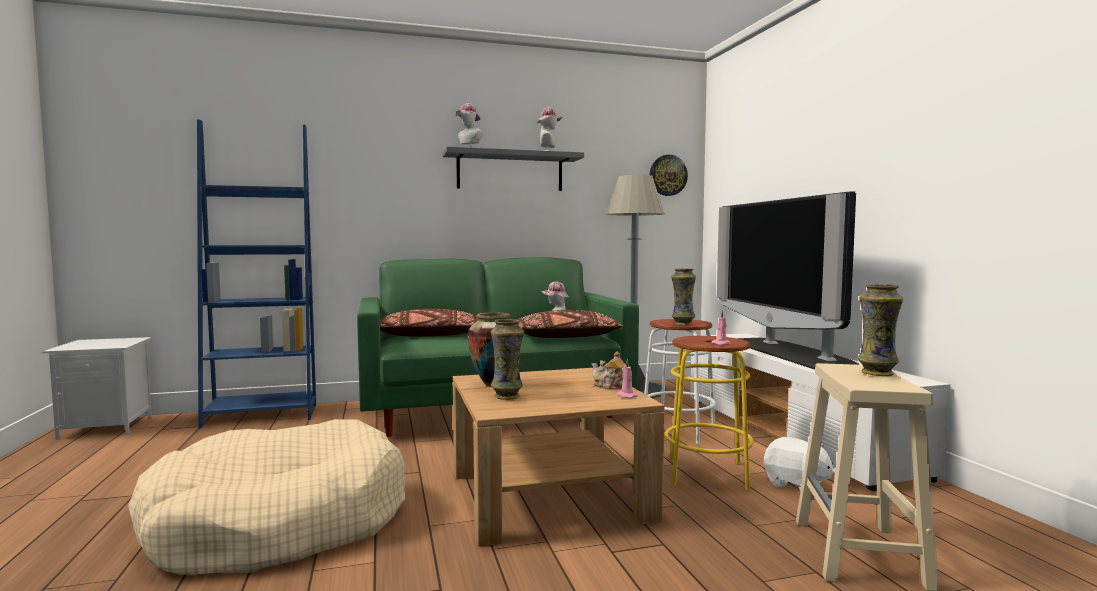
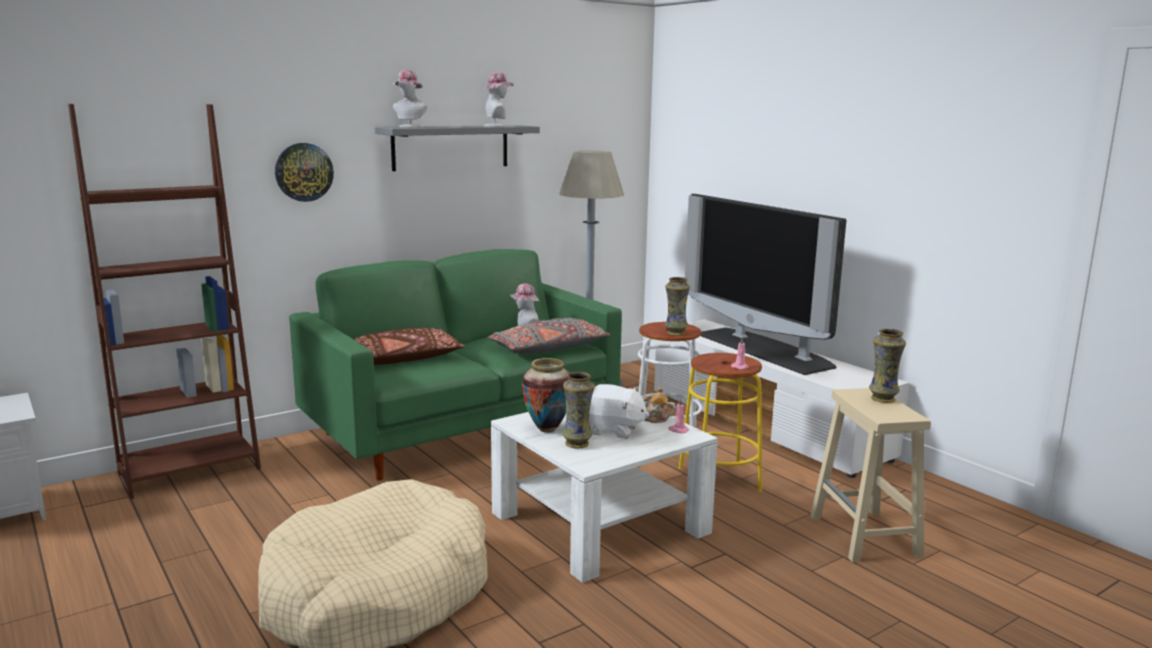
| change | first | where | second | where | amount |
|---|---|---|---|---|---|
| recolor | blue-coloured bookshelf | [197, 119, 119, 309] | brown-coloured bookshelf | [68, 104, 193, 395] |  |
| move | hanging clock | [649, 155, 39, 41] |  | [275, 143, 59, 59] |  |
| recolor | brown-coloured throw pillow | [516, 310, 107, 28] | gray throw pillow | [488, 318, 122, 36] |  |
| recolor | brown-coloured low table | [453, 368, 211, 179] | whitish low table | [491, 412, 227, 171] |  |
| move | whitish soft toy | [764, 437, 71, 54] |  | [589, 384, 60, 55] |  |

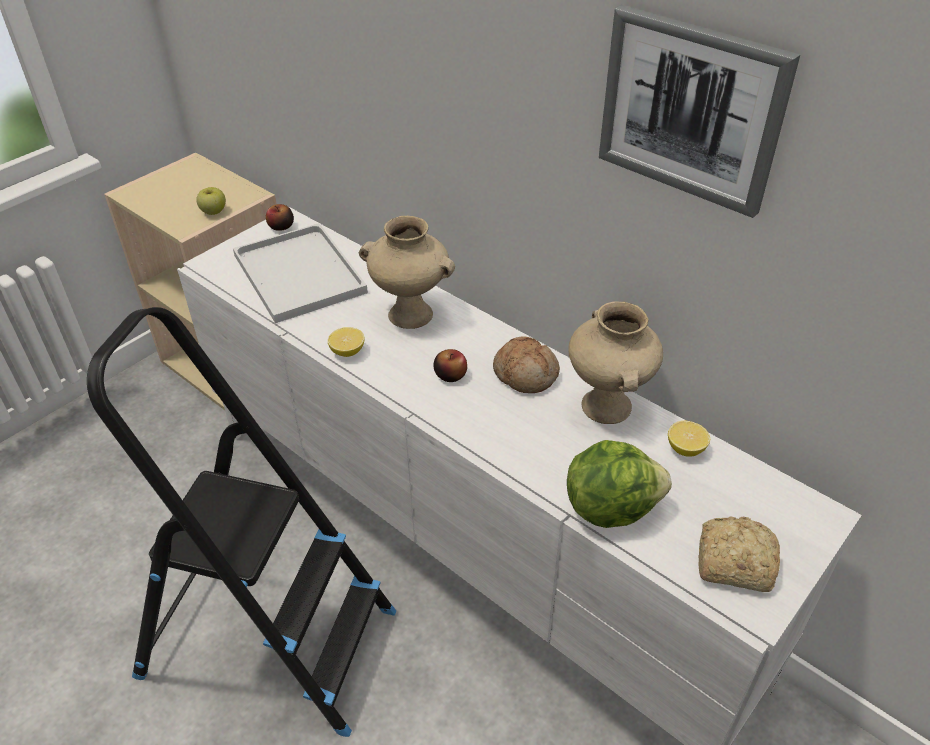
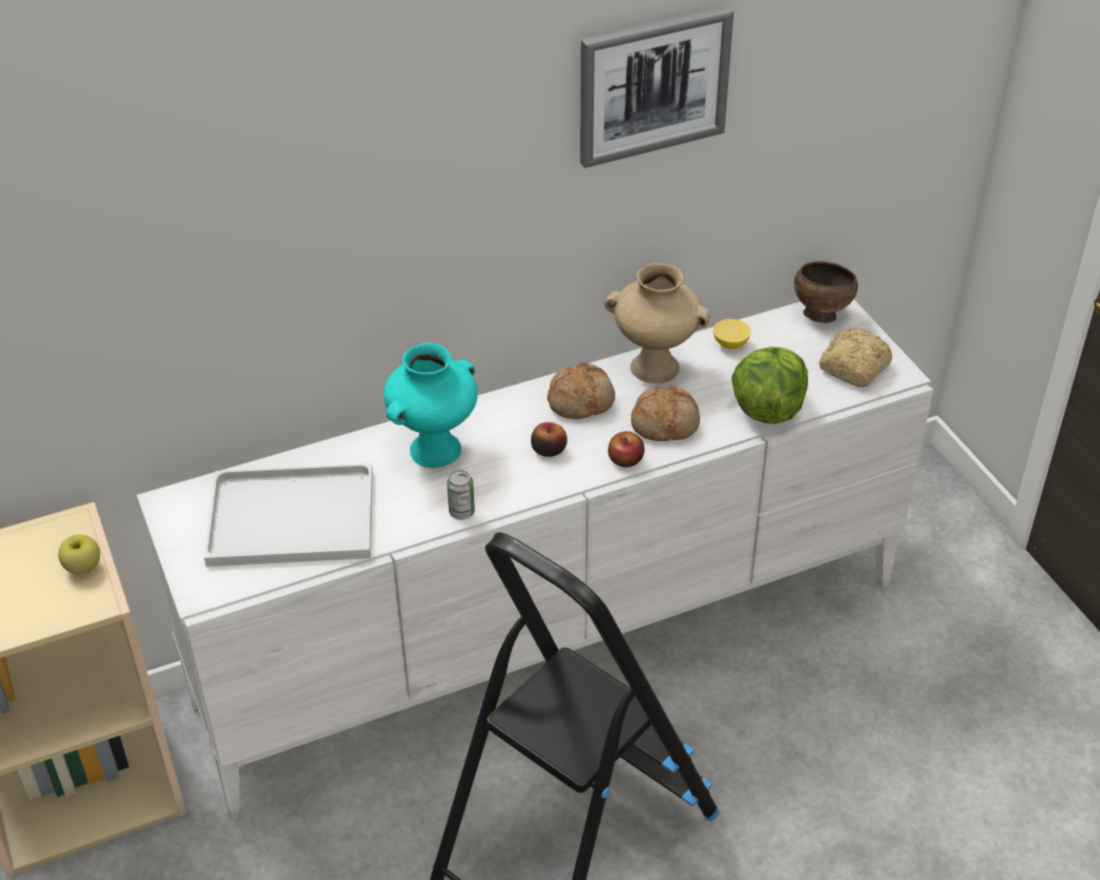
| change | first | where | second | where | amount |
|---|---|---|---|---|---|
| move | apple fruit | [266, 204, 28, 27] |  | [608, 431, 36, 36] |  |
| recolor | sand-coloured decorative vase | [359, 216, 96, 113] | turquoise decorative vase | [383, 343, 95, 125] |  |
| replace | citrus fruit | [328, 327, 37, 30] | can | [447, 470, 28, 50] |  |
| insert |  |  | brown-coloured serving bowl | [794, 261, 64, 62] |  |
| insert |  |  | bakery bread | [631, 385, 69, 56] |  |

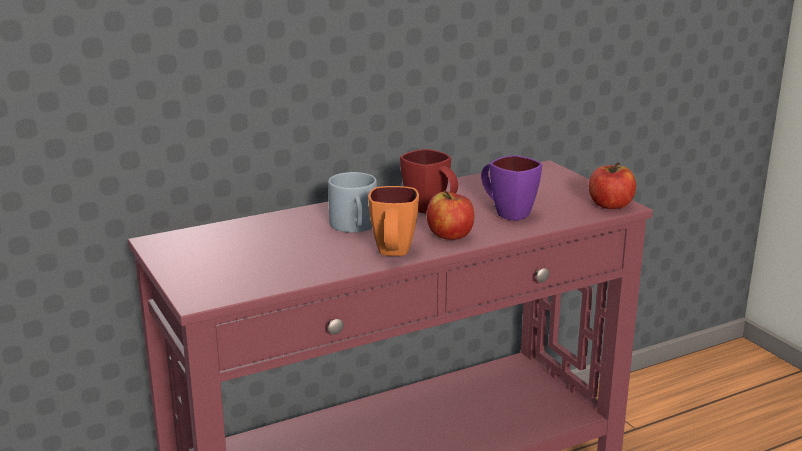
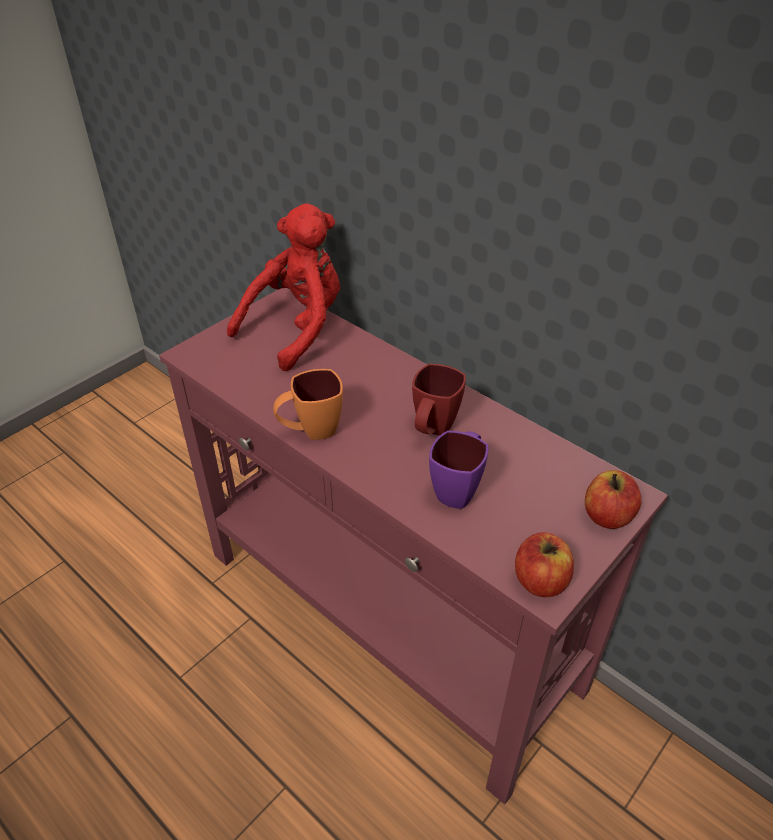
| change | first | where | second | where | amount |
|---|---|---|---|---|---|
| delete | gray coffee mug | [328, 172, 49, 61] |  |  |  |
| move | apple fruit | [427, 190, 47, 50] |  | [585, 470, 56, 59] |  |
| insert |  |  | red-coloured soft toy | [227, 203, 113, 168] |  |

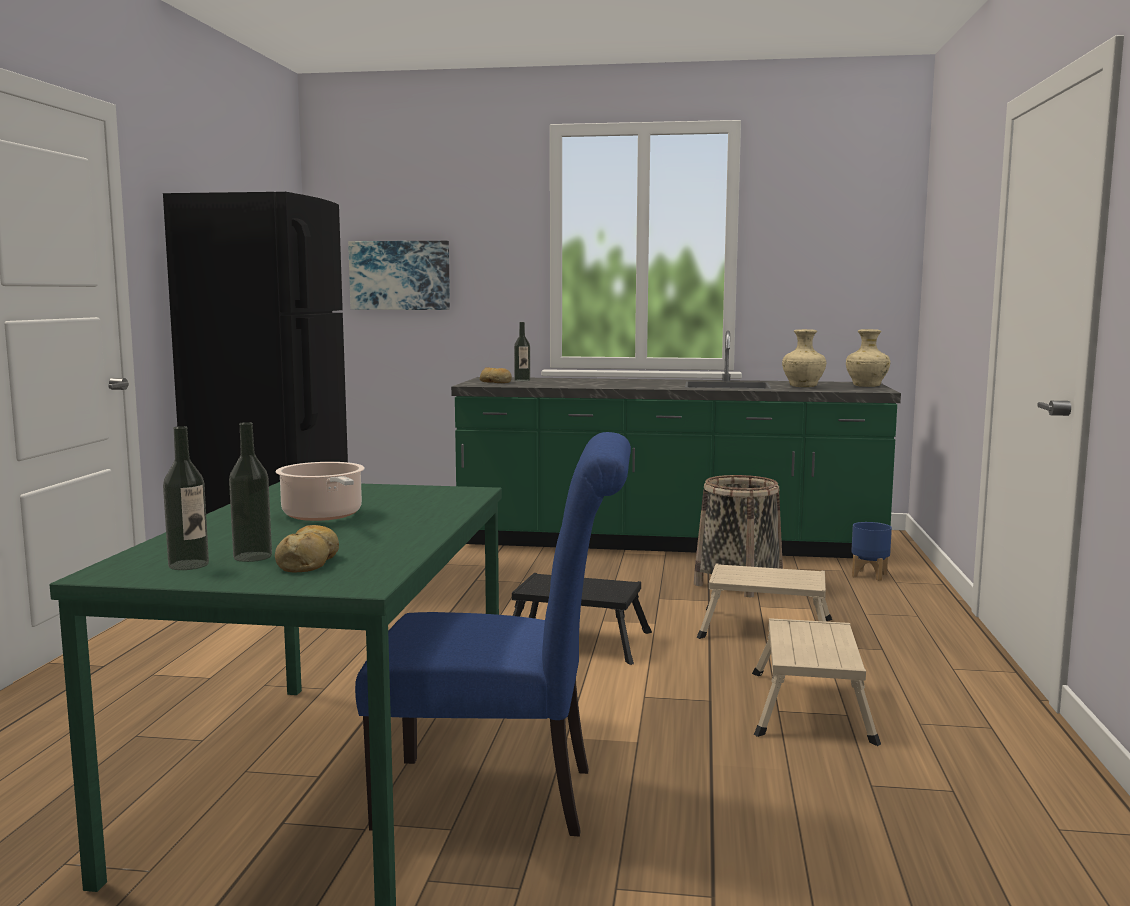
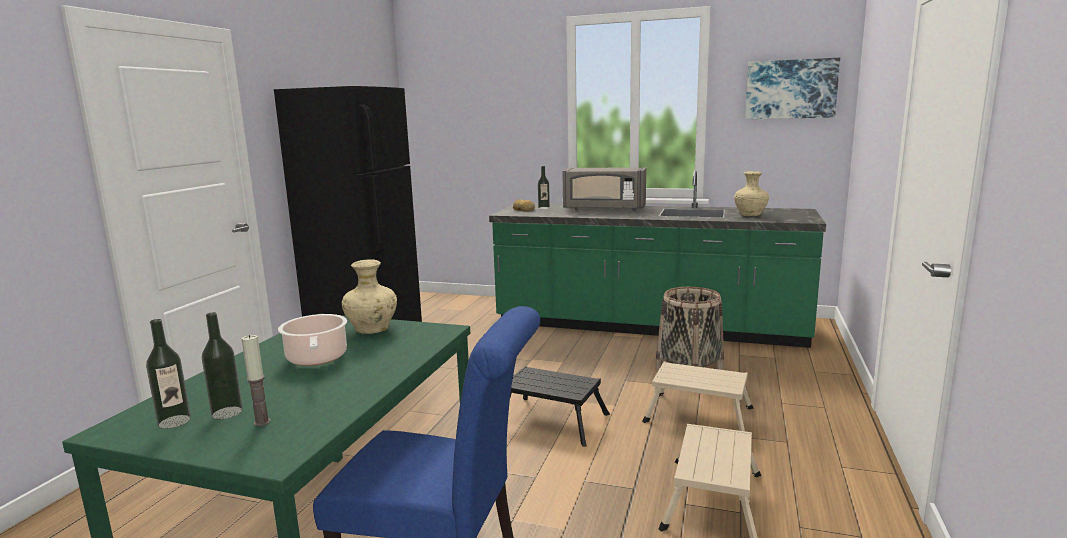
| change | first | where | second | where | amount |
|---|---|---|---|---|---|
| move | wall art | [348, 241, 102, 69] |  | [745, 58, 95, 61] |  |
| move | sand-coloured decorative vase | [846, 329, 44, 58] |  | [342, 259, 55, 75] |  |
| delete | blue-coloured plant pot | [851, 522, 41, 59] |  |  |  |
| replace | bakery bread | [275, 525, 64, 47] | wax candle | [242, 335, 29, 91] |  |
| insert |  |  | gray microwave | [562, 168, 84, 43] |  |

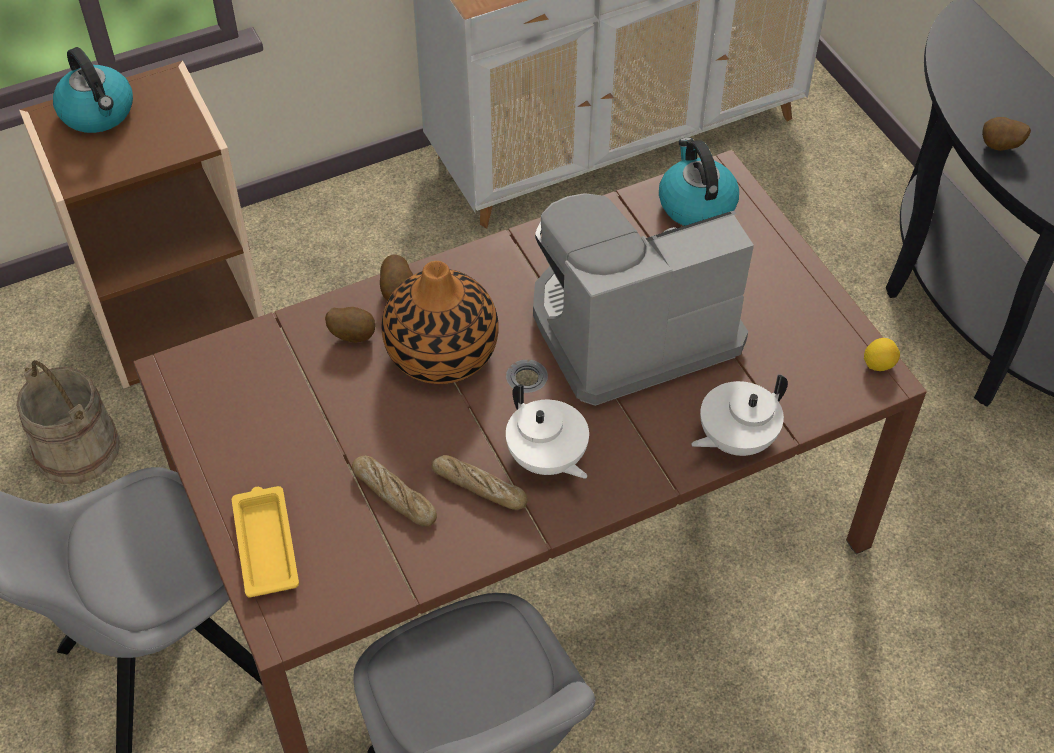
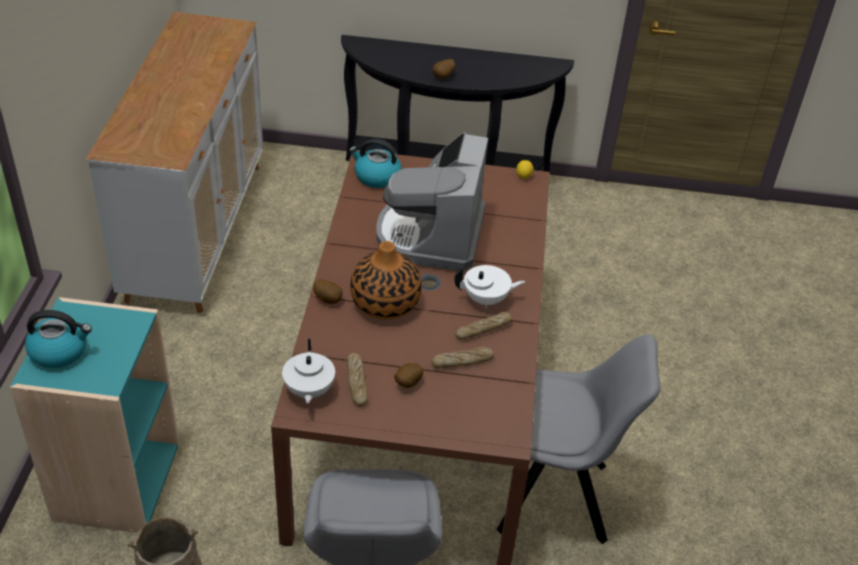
| change | first | where | second | where | amount |
|---|---|---|---|---|---|
| recolor | brown-coloured bookshelf | [19, 61, 245, 328] | turquoise bookshelf | [10, 297, 170, 236] |  |
| move | whole potato | [325, 307, 50, 36] |  | [394, 363, 29, 25] |  |
| move | whitish tea pot | [691, 374, 97, 82] |  | [282, 338, 53, 66] |  |
| delete | yellow-coloured tray | [232, 486, 67, 112] |  |  |  |
| insert |  |  | bakery bread | [347, 353, 21, 54] |  |

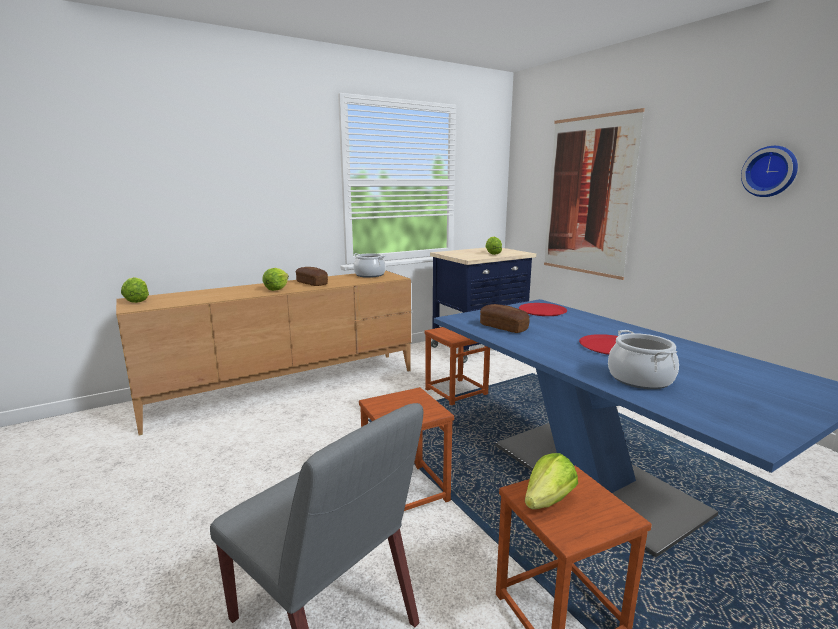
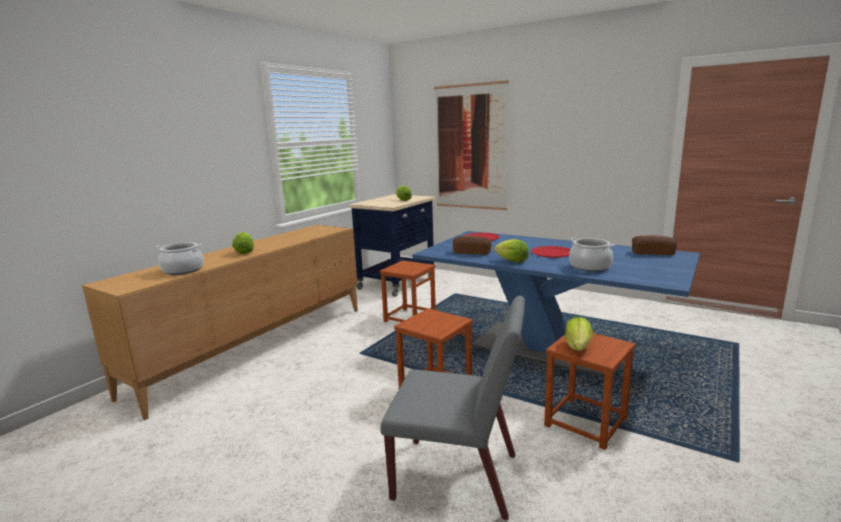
| change | first | where | second | where | amount |
|---|---|---|---|---|---|
| delete | hanging clock | [741, 146, 57, 51] |  |  |  |
| move | saucepot | [353, 253, 33, 25] |  | [155, 242, 49, 33] |  |
| move | bakery bread | [295, 267, 33, 19] |  | [632, 235, 45, 20] |  |
| move | lettuce | [121, 277, 28, 26] |  | [494, 239, 35, 23] |  |

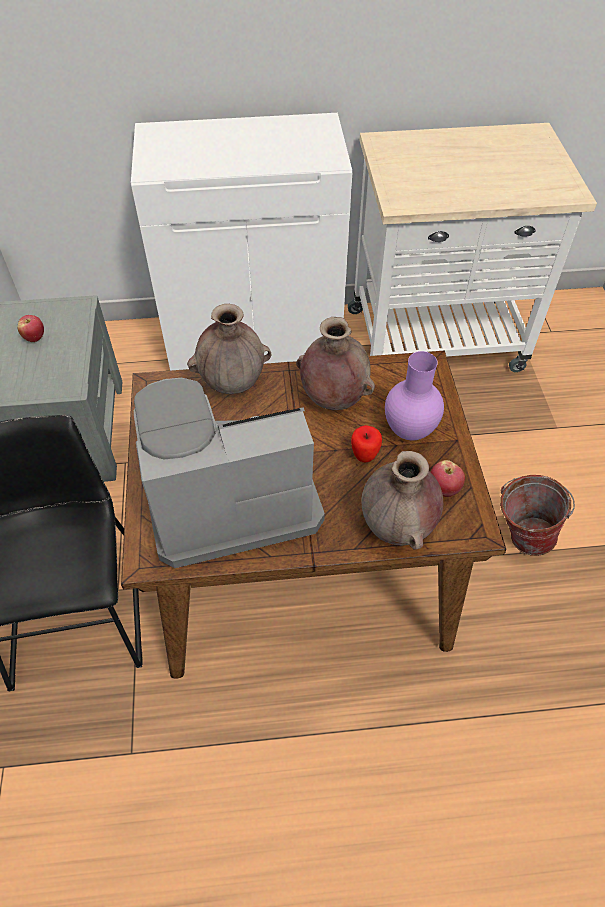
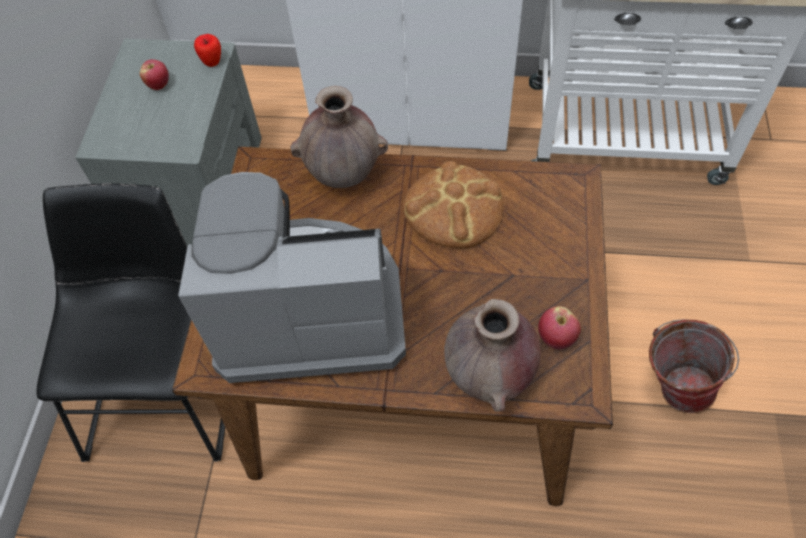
| change | first | where | second | where | amount |
|---|---|---|---|---|---|
| replace | brown-coloured decorative vase | [296, 317, 79, 93] | bakery bread | [403, 161, 101, 88] |  |
| delete | purple decorative vase | [385, 351, 59, 89] |  |  |  |
| move | apple fruit | [351, 425, 31, 37] |  | [194, 34, 27, 33] |  |

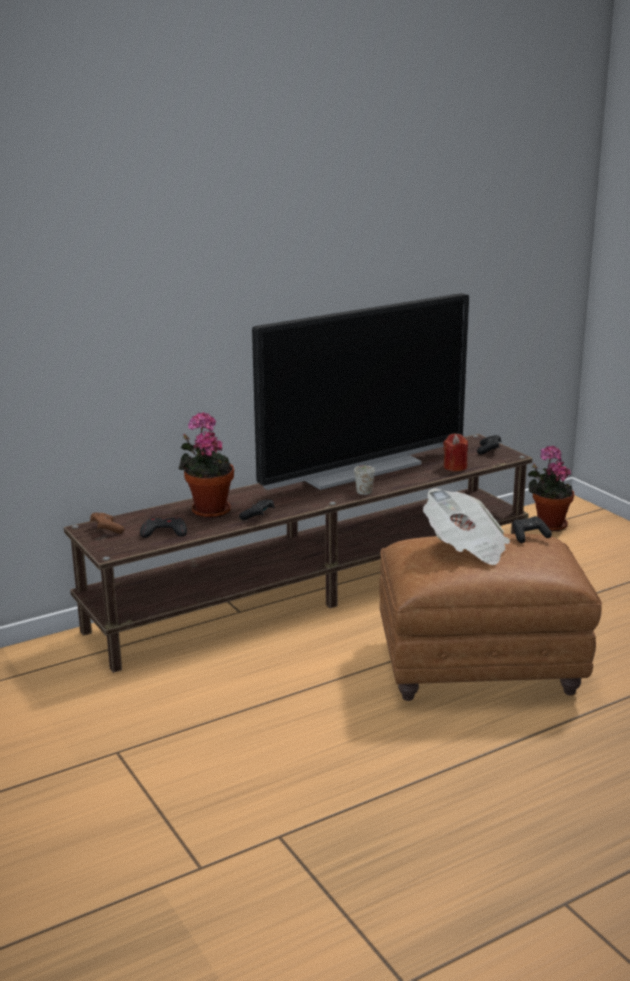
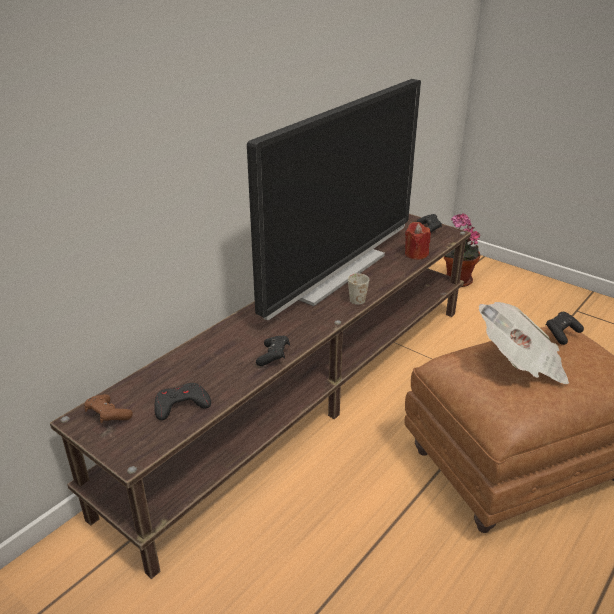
| change | first | where | second | where | amount |
|---|---|---|---|---|---|
| delete | potted plant | [179, 412, 55, 106] |  |  |  |

